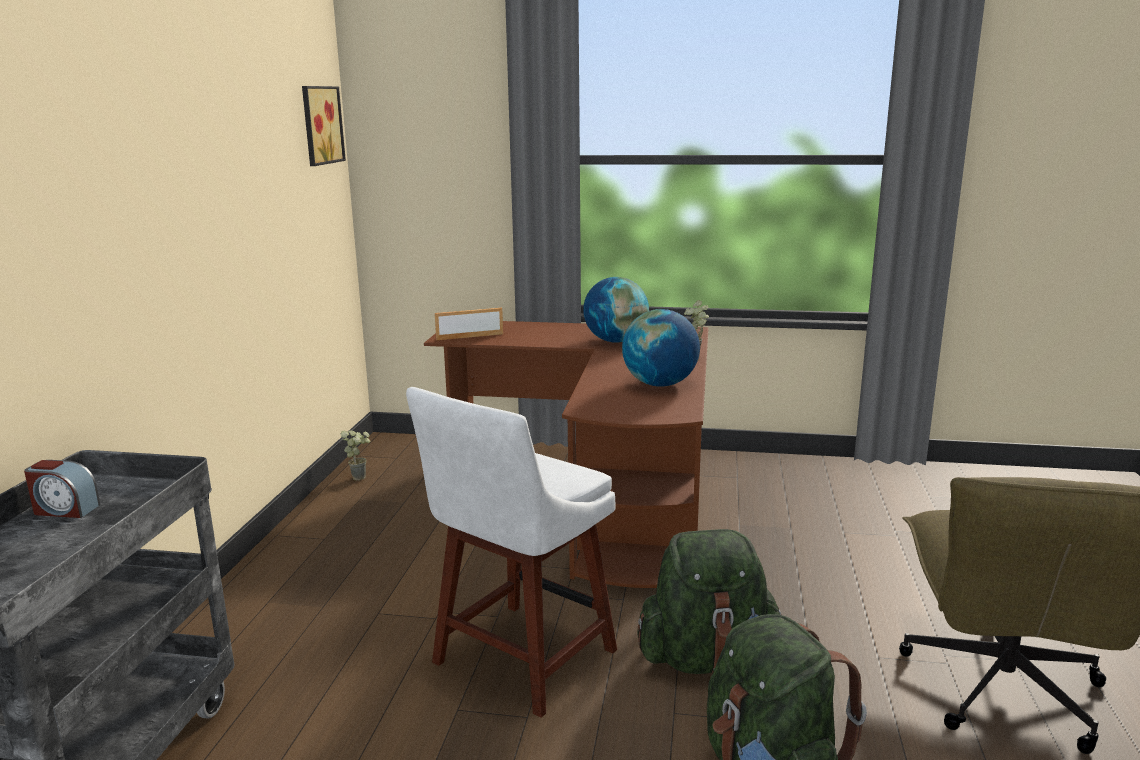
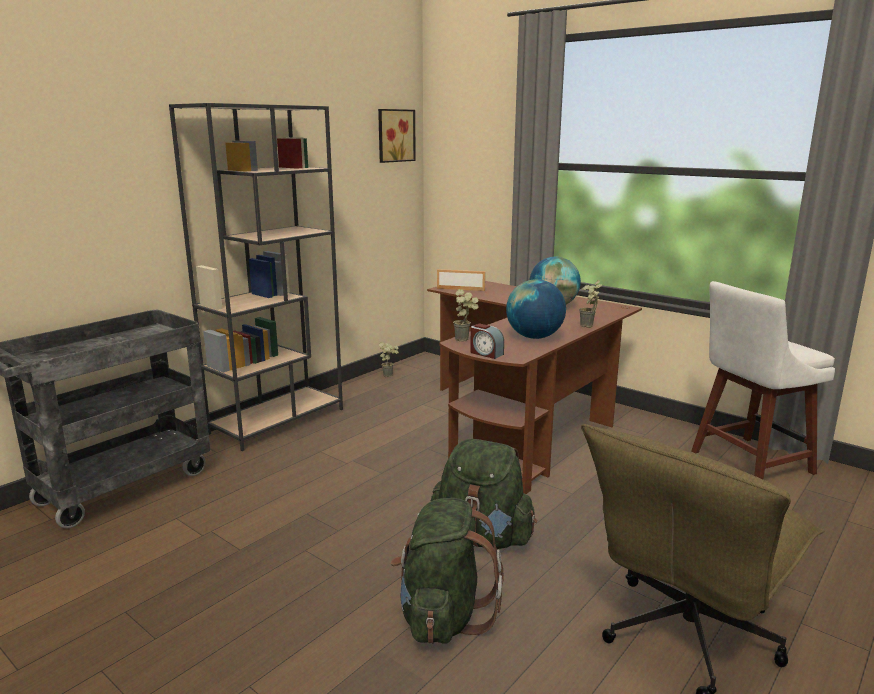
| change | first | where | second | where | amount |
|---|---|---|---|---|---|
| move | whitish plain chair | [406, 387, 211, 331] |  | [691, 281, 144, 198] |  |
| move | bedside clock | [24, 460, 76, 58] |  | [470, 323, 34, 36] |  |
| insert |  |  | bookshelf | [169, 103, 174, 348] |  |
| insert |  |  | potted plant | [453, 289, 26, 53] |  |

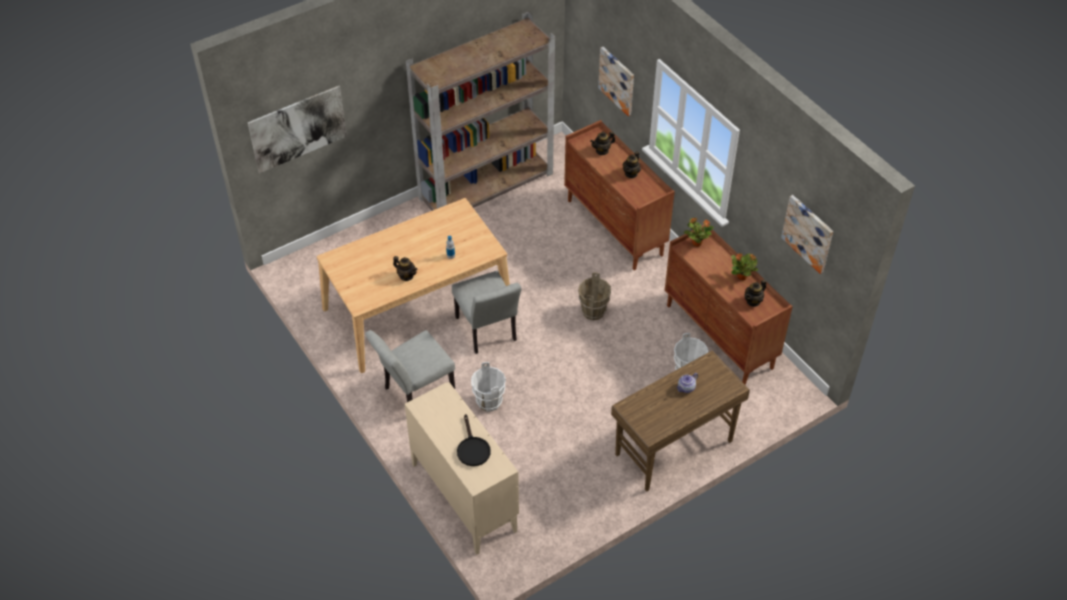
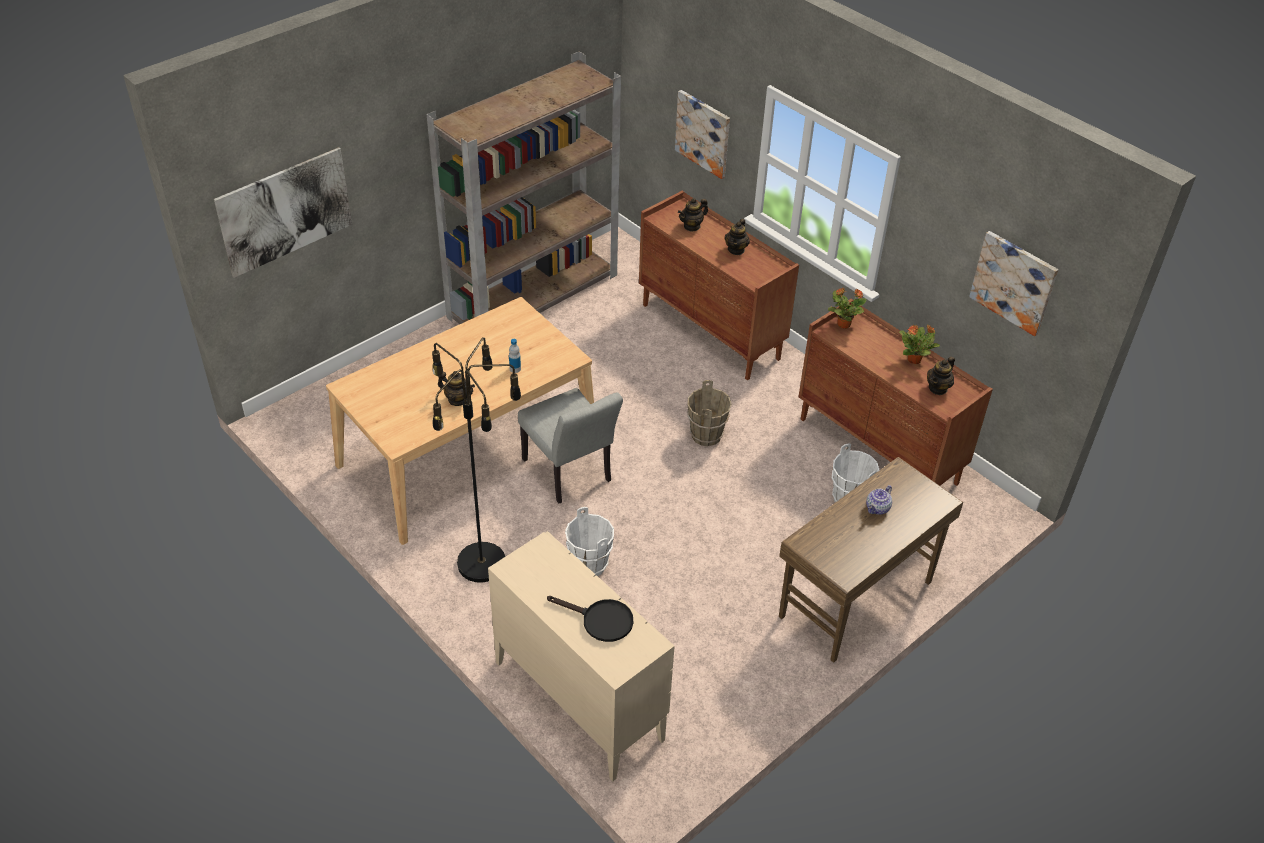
| change | first | where | second | where | amount |
|---|---|---|---|---|---|
| replace | gray plain chair | [365, 330, 90, 72] | floor lamp | [432, 337, 89, 246] |  |
| rotate | black-coloured pan | [457, 414, 34, 52] |  | [547, 596, 86, 46] | 45 degrees counterclockwise |

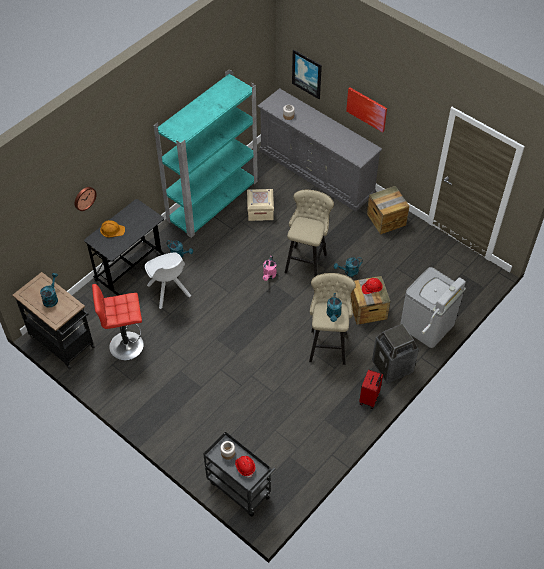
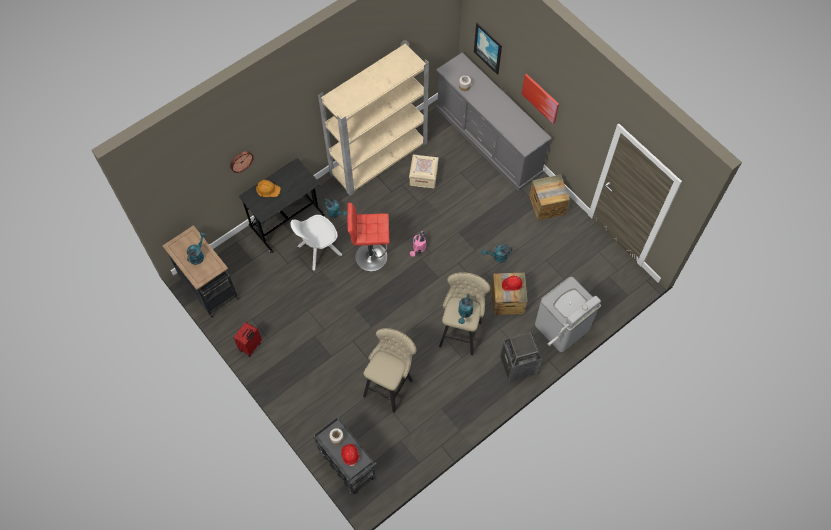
| change | first | where | second | where | amount |
|---|---|---|---|---|---|
| recolor | turquoise bookshelf | [154, 70, 104, 168] | sand-coloured bookshelf | [318, 40, 111, 156] |  |
| move | sand-coloured sitting stool | [285, 190, 49, 87] |  | [363, 328, 54, 85] |  |
| rotate | whitish plain chair | [145, 253, 46, 56] |  | [290, 215, 52, 56] | 75 degrees clockwise |
| move | red-coloured sitting stool | [92, 284, 52, 76] |  | [347, 203, 42, 68] |  |
| move | red-coloured suitcase | [359, 369, 24, 40] |  | [234, 322, 28, 35] |  |

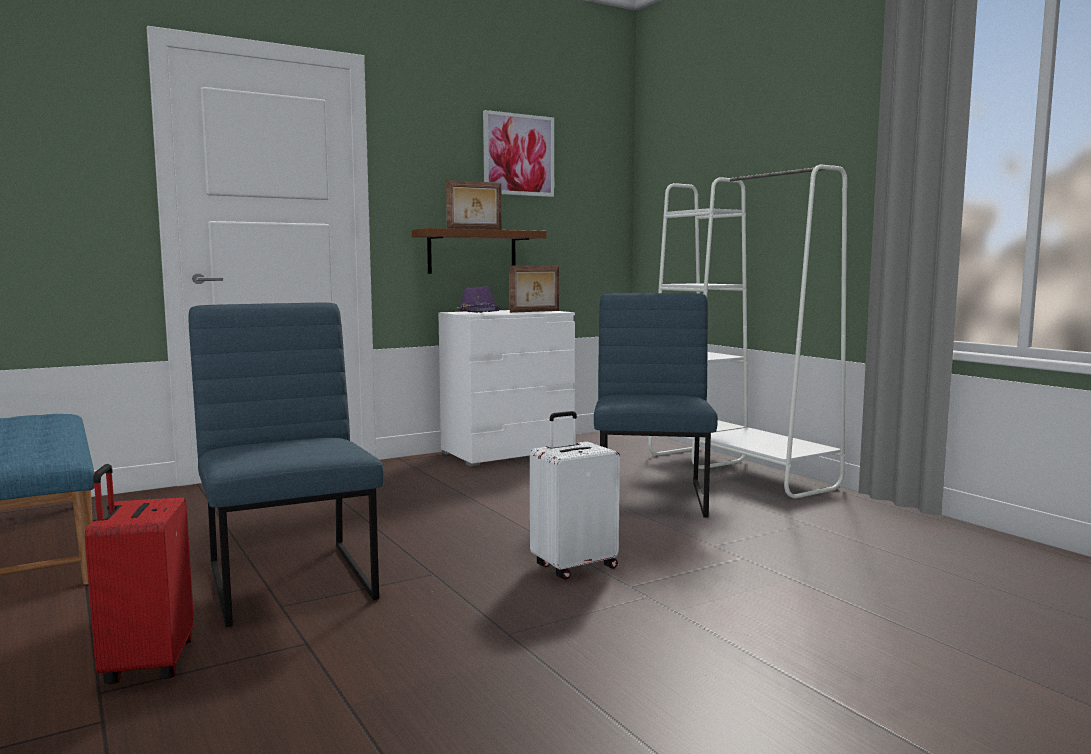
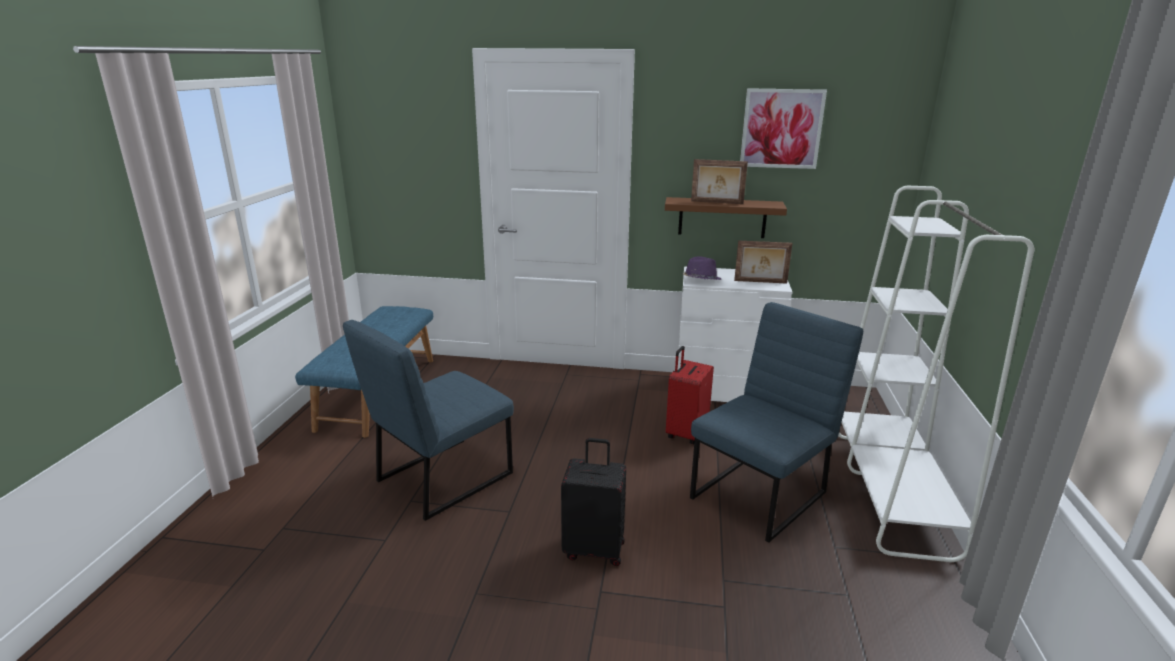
| change | first | where | second | where | amount |
|---|---|---|---|---|---|
| rotate | blue-coloured plain chair | [188, 303, 196, 324] |  | [343, 320, 171, 201] | 150 degrees counterclockwise |
| recolor | whitish suitcase | [530, 411, 90, 169] | black-coloured suitcase | [561, 438, 65, 128] |  |
| move | red-coloured suitcase | [85, 464, 109, 220] |  | [666, 346, 48, 98] |  |

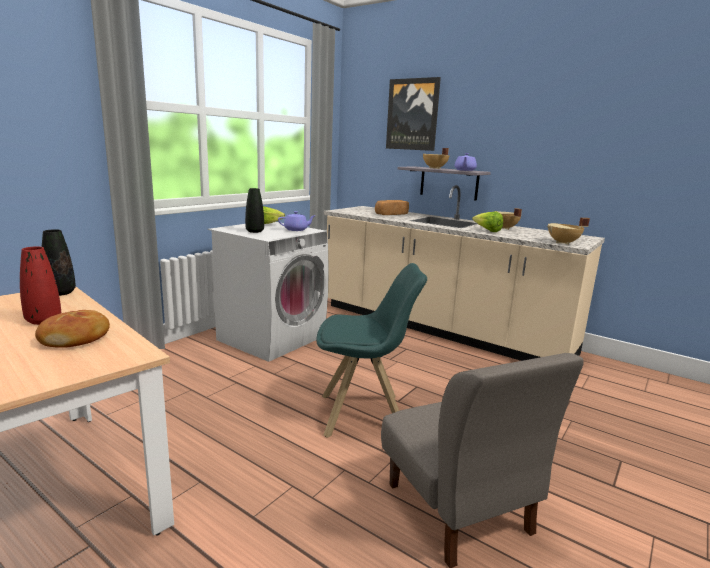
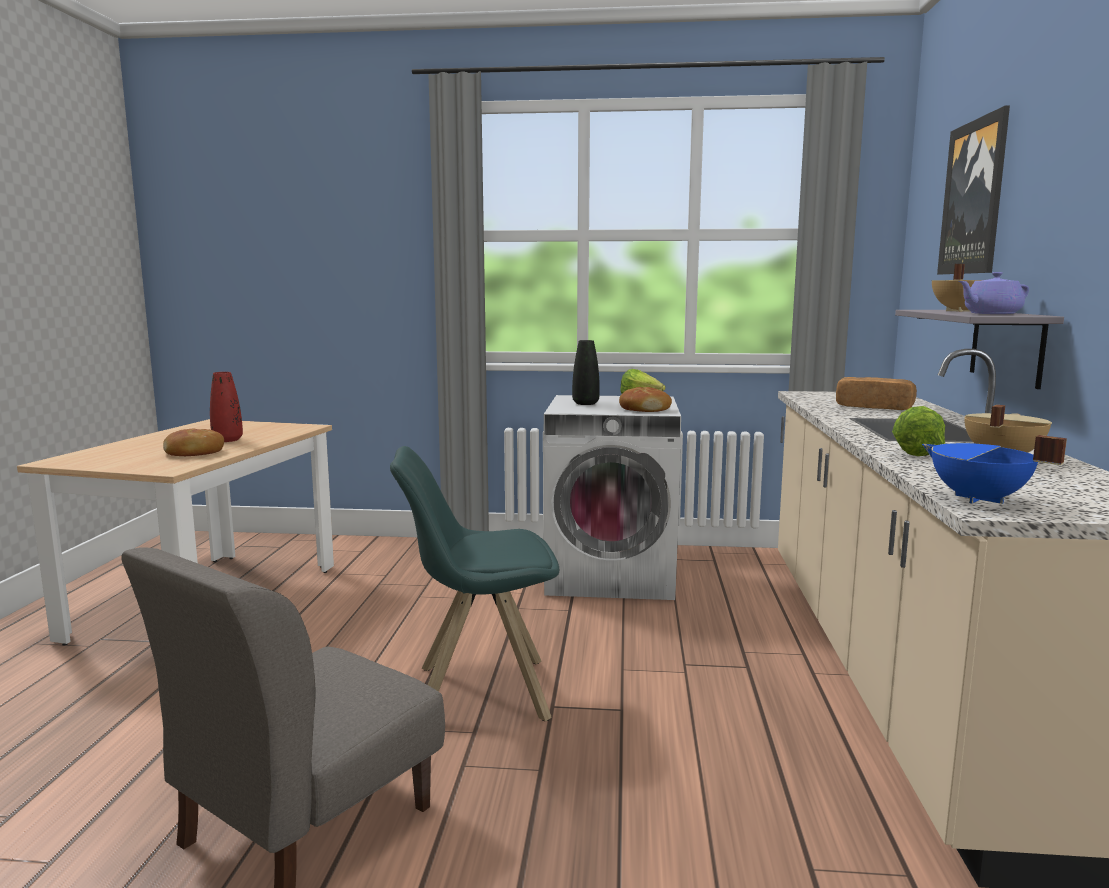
| change | first | where | second | where | amount |
|---|---|---|---|---|---|
| replace | purple tea pot | [278, 211, 38, 20] | bakery bread | [619, 387, 53, 25] |  |
| recolor | sand-coloured saucepot | [547, 218, 43, 27] | blue-coloured saucepot | [922, 435, 145, 69] |  |
| delete | black-coloured decorative vase | [42, 229, 34, 67] |  |  |  |
| rotate | turquoise plain chair | [316, 263, 111, 175] |  | [390, 446, 169, 275] | 120 degrees clockwise |

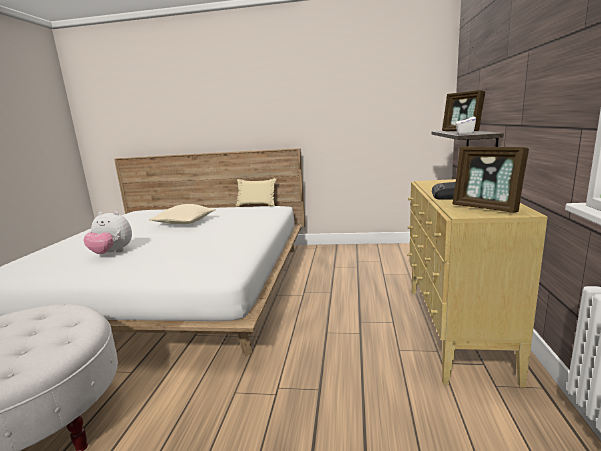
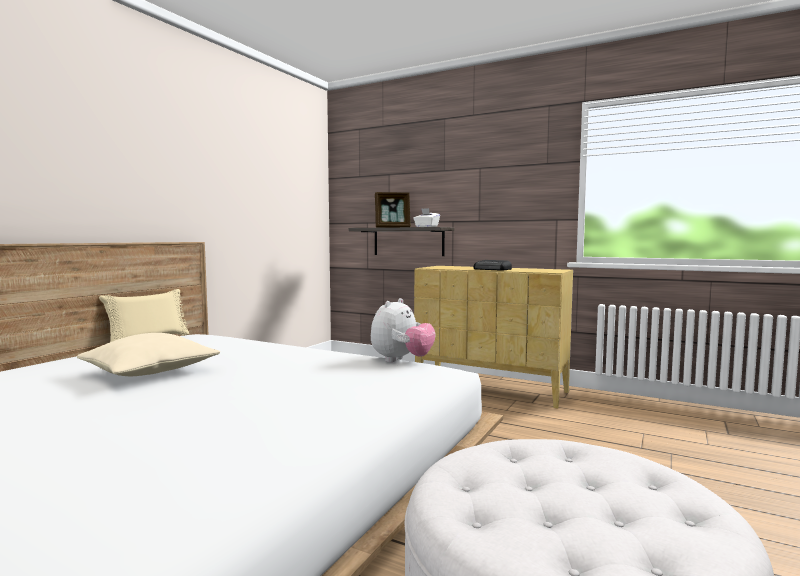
| change | first | where | second | where | amount |
|---|---|---|---|---|---|
| delete | picture frame | [452, 146, 77, 66] |  |  |  |
| move | soft toy | [84, 211, 48, 43] |  | [371, 298, 65, 64] |  |

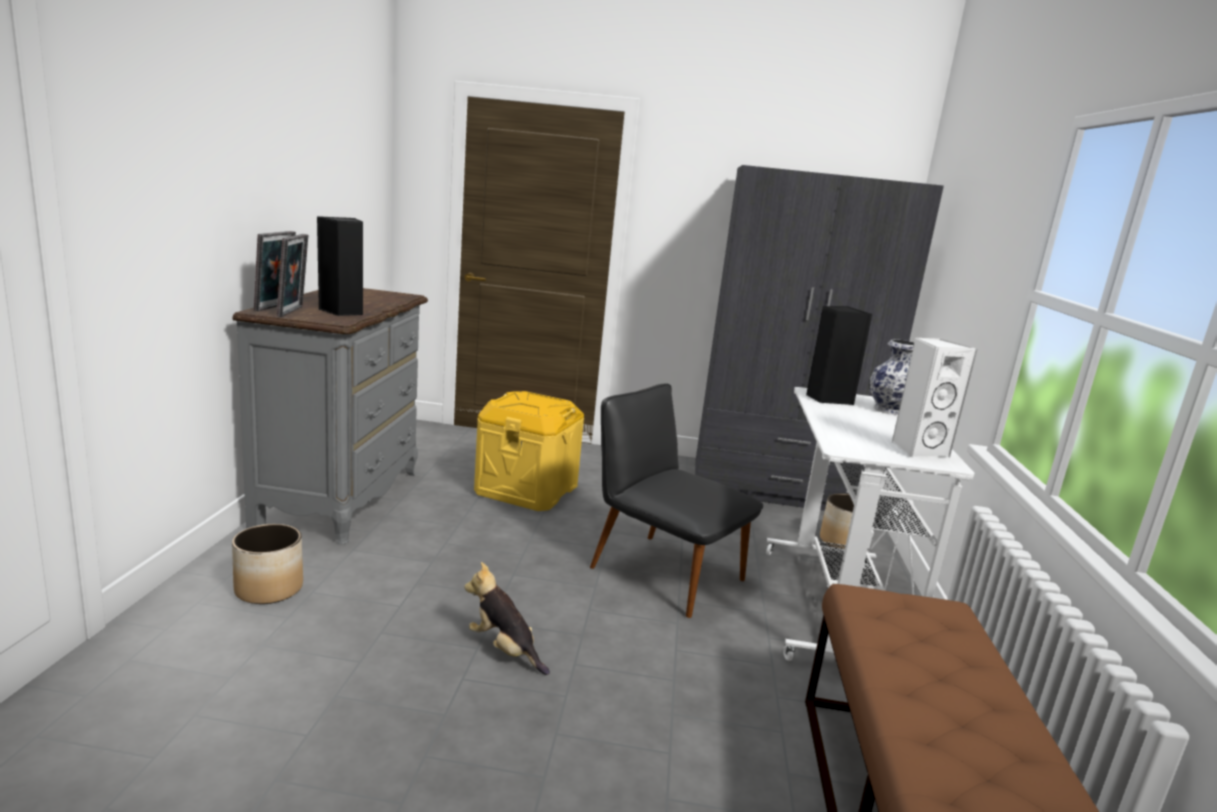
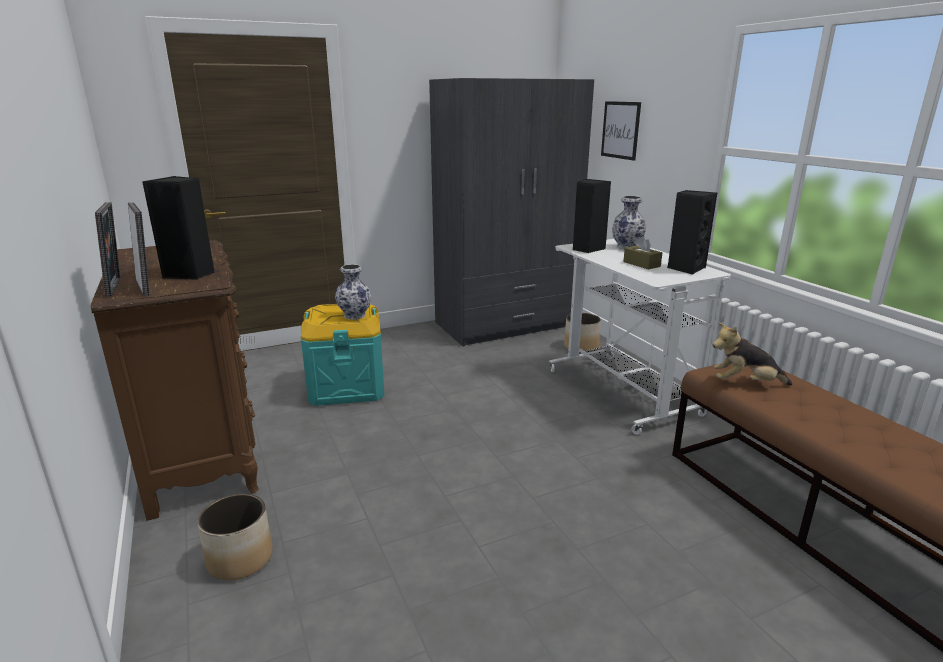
| change | first | where | second | where | amount |
|---|---|---|---|---|---|
| recolor | gray drawer chest | [232, 288, 196, 256] | brown-coloured drawer chest | [91, 241, 168, 280] |  |
| recolor | whitish audio speaker | [892, 337, 86, 121] | black-coloured audio speaker | [668, 190, 49, 85] |  |
| delete | black-coloured plain chair | [590, 384, 173, 234] |  |  |  |
| recolor | yellow-coloured storage container | [474, 391, 110, 120] | turquoise storage container | [301, 304, 84, 102] |  |
| move | soft toy | [464, 562, 86, 113] |  | [713, 322, 80, 64] |  |
| insert |  |  | wall art | [601, 101, 40, 60] |  |
| insert |  |  | brown-coloured tissue box | [623, 236, 39, 34] |  |
| insert |  |  | decorative vase | [335, 264, 37, 56] |  |

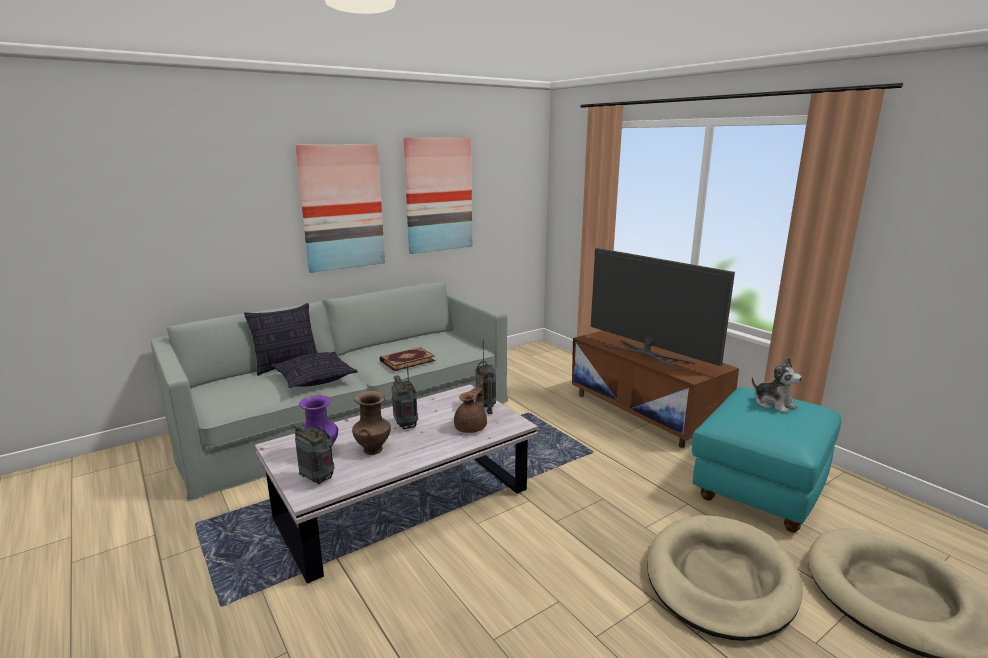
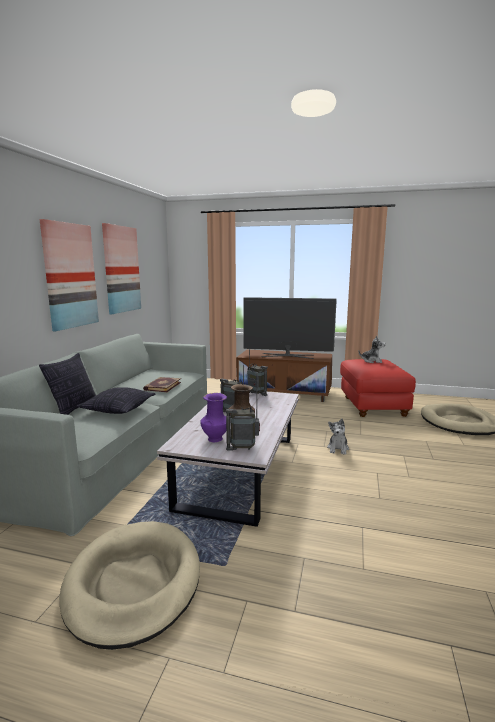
| change | first | where | second | where | amount |
|---|---|---|---|---|---|
| delete | brown-coloured tea pot | [454, 378, 33, 55] |  |  |  |
| recolor | turquoise ottoman | [692, 387, 149, 146] | red-coloured ottoman | [340, 359, 76, 58] |  |
| move | sand-coloured pet bed | [647, 515, 156, 126] |  | [60, 521, 140, 129] |  |
| insert |  |  | soft toy | [327, 419, 22, 36] |  |

